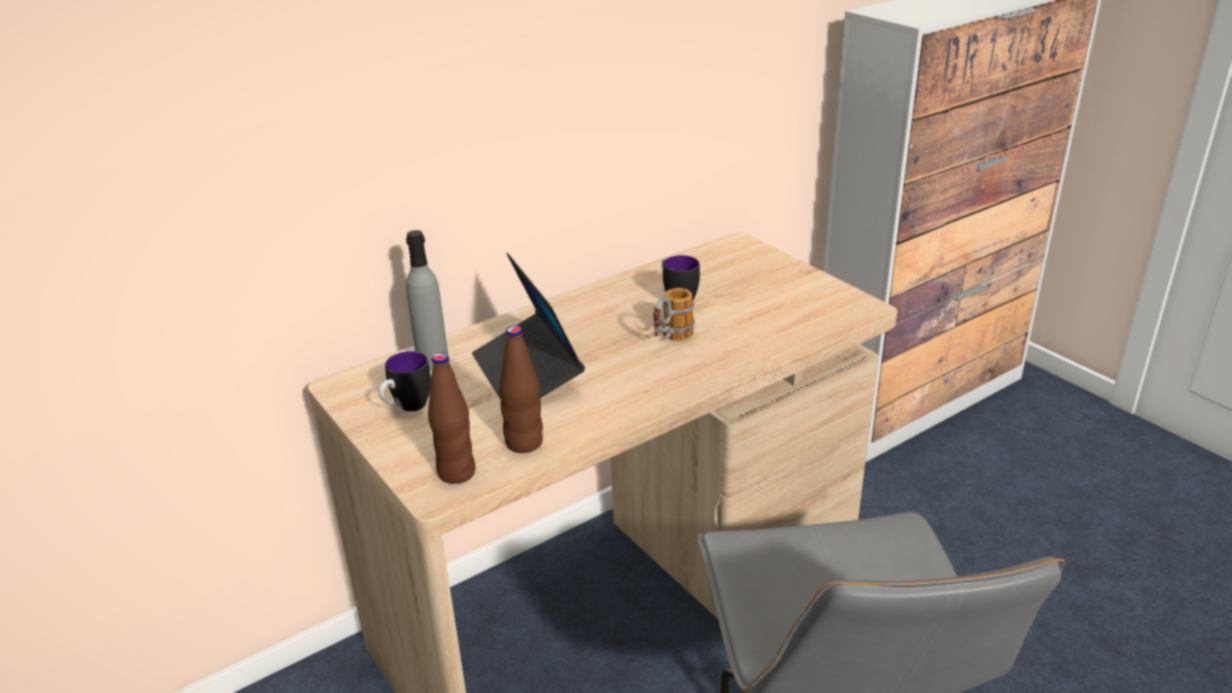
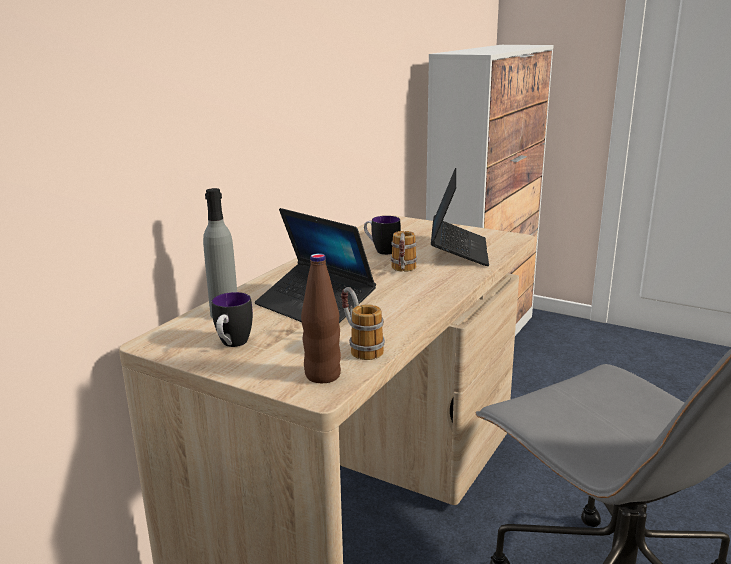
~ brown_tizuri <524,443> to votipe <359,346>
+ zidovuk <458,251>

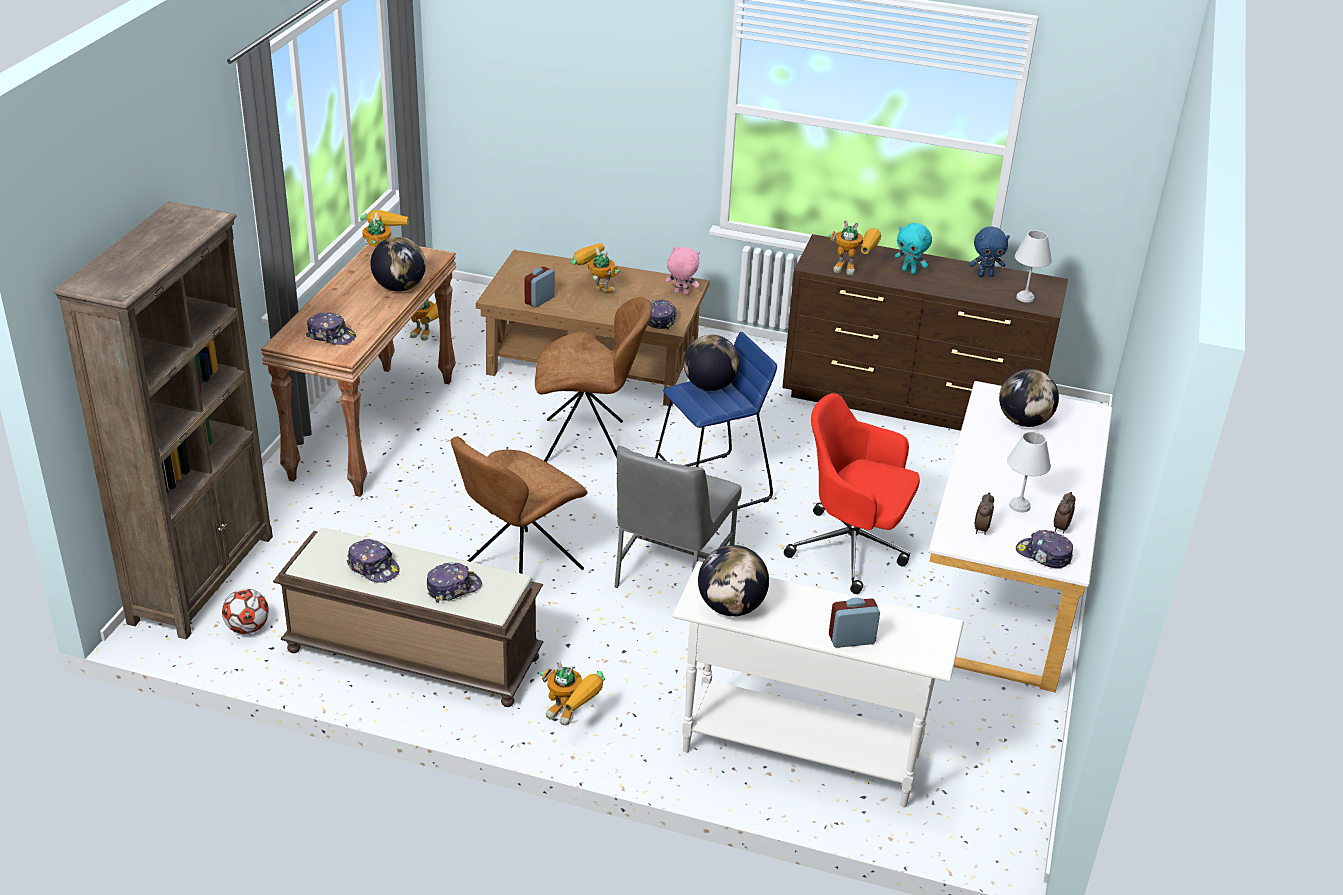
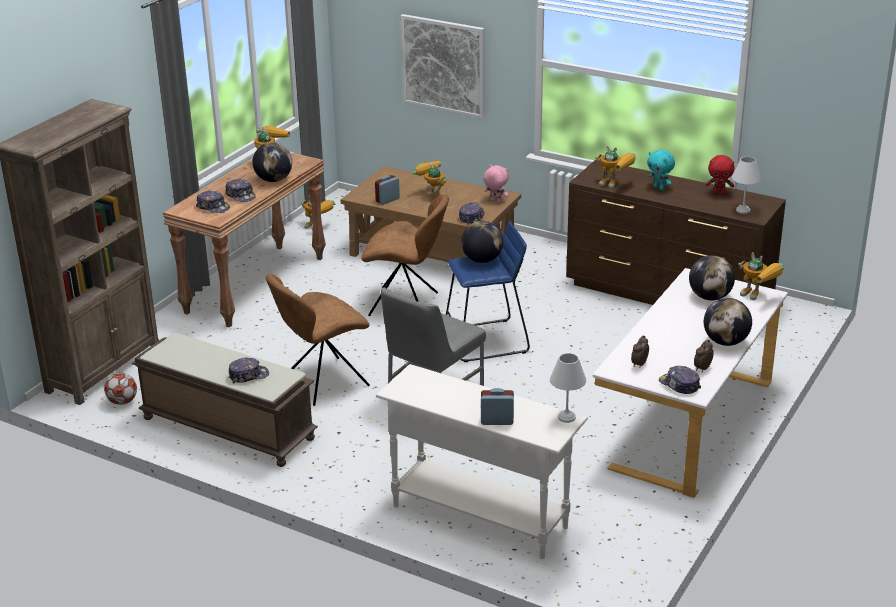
~ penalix <373,567> to <240,195>
+ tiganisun <443,65>
~ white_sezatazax <1020,505> to <567,417>
~ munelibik <731,607> to <725,342>
~ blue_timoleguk <985,275> to red_timoleguk <719,193>
~ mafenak <572,717> to <758,296>
- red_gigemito <852,550>

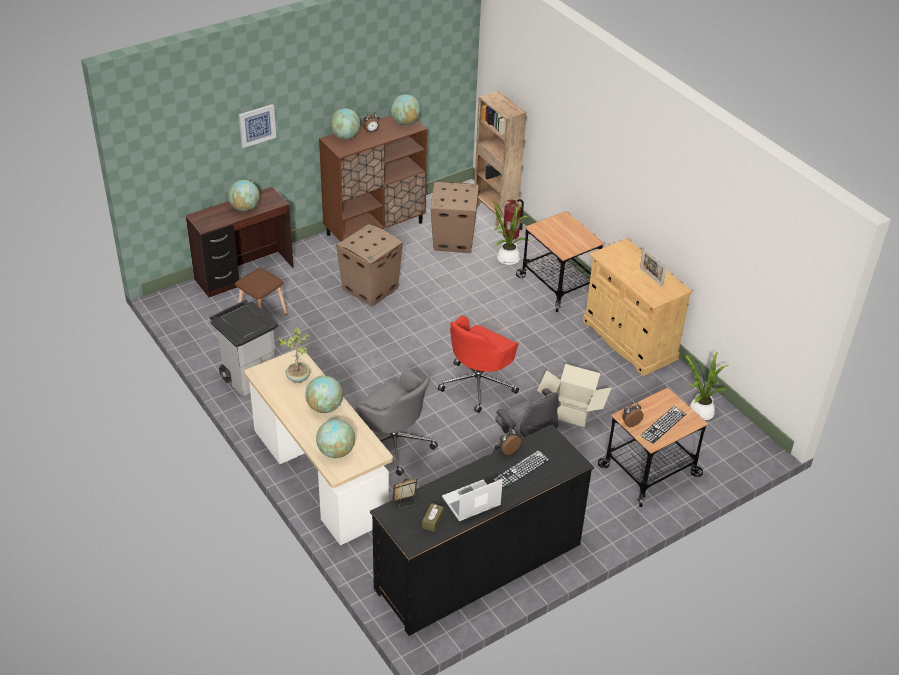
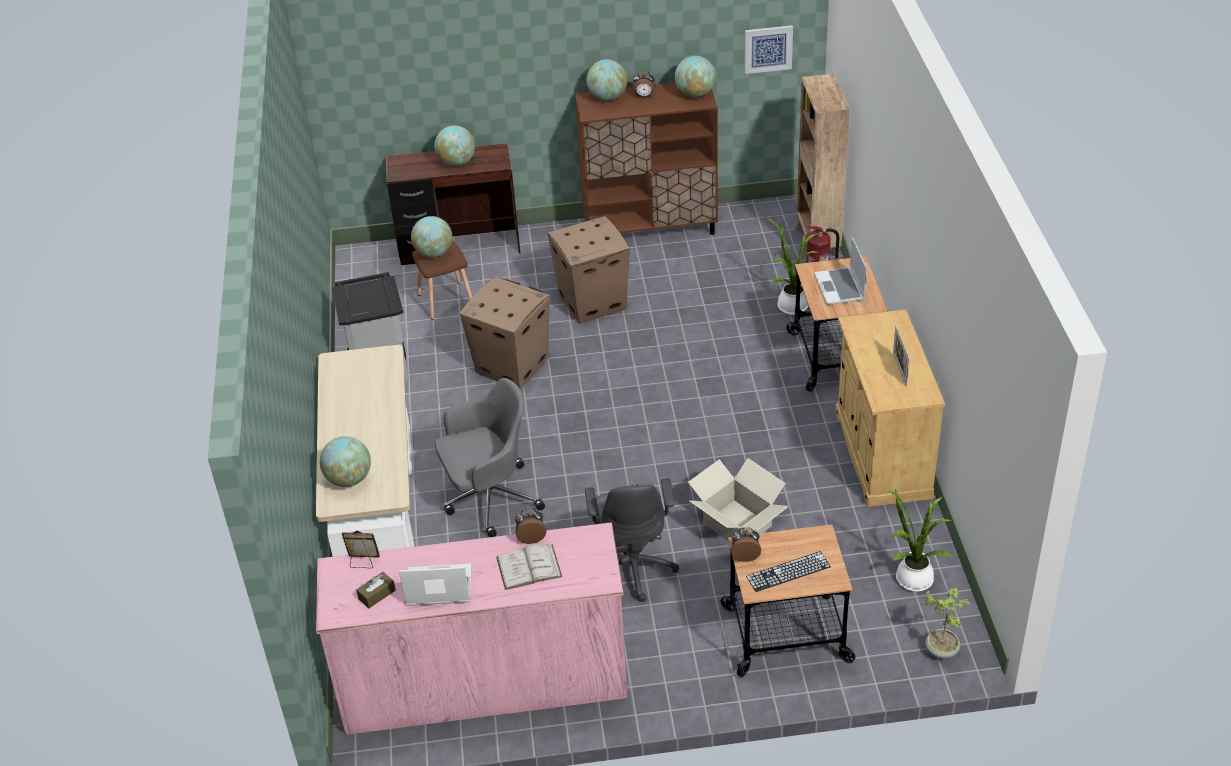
~ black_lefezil <478,566> to pink_lefezil <484,681>
~ munelibik <325,407> to <434,253>
~ grey_gigemito <394,443> = <489,498> 90 degrees counterclockwise
~ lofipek <452,240> to <511,365>
~ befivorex <521,469> to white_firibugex <529,567>
~ tiganisun <257,125> to <768,49>
+ zidovuk <840,288>
~ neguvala <298,377> to <942,650>
- red_gigemito <478,384>

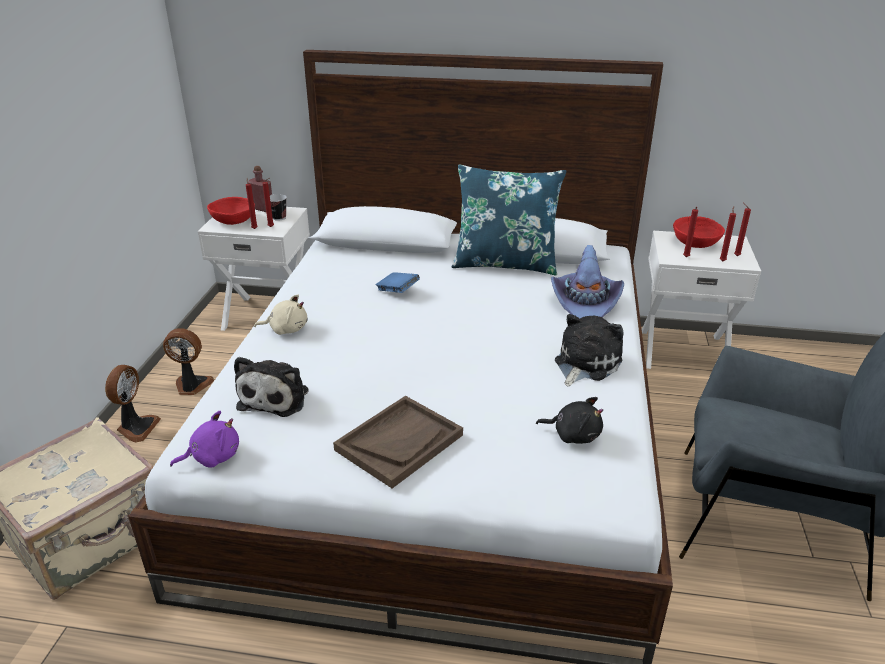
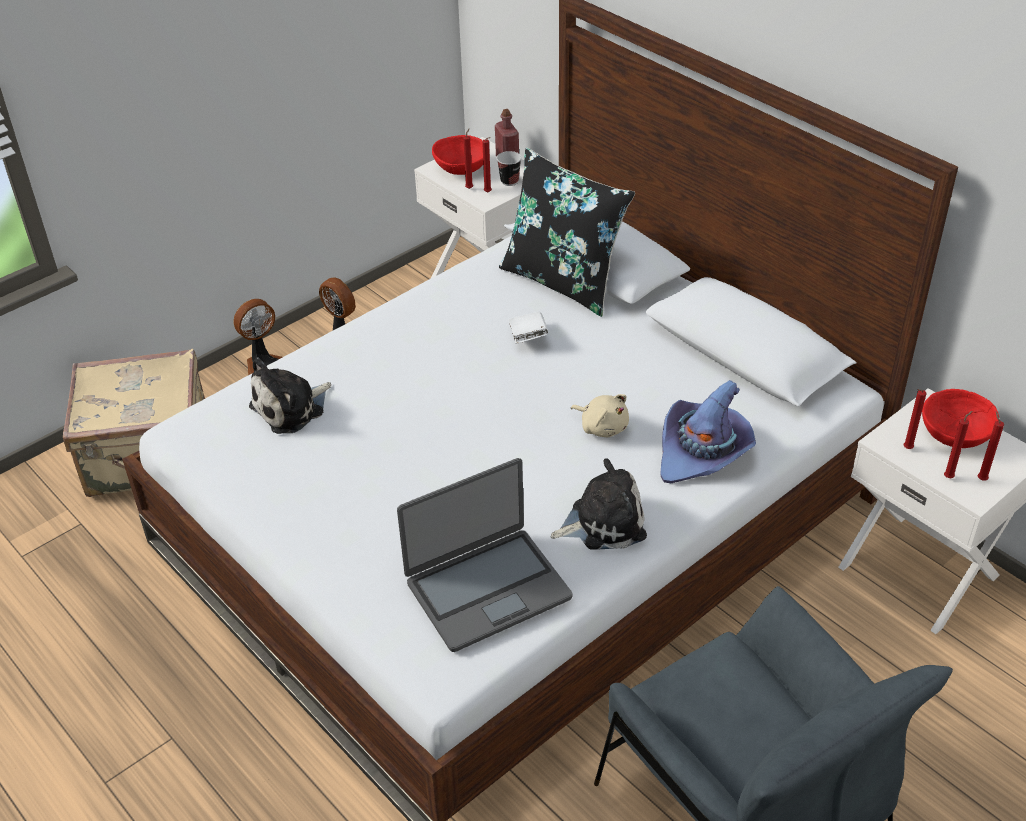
~ black_timoleguk <573,434> to zidovuk <487,589>
+ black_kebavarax <563,281>
~ blue_firibugex <397,291> to white_firibugex <528,337>
~ beige_timoleguk <286,329> to <602,427>
- purple_timoleguk <212,457>
- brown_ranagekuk <399,442>
- blue_kebavarax <505,263>

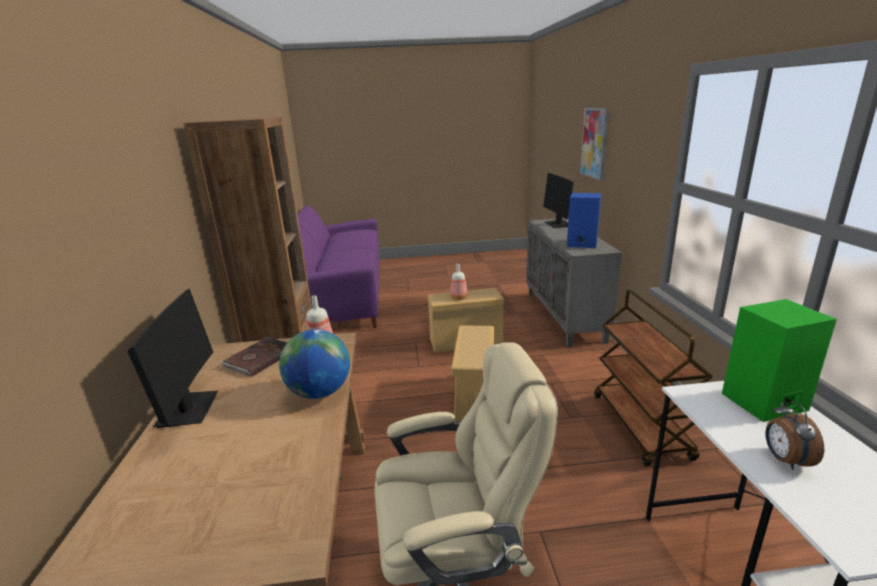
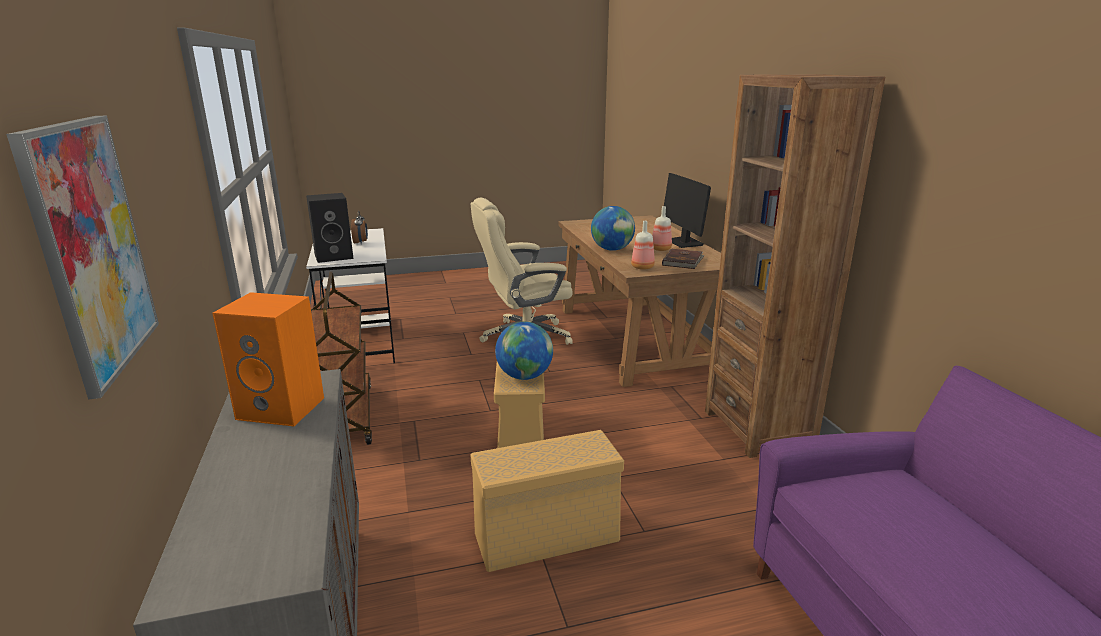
~ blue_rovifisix <581,244> to orange_rovifisix <283,408>
~ green_rovifisix <763,403> to black_rovifisix <334,256>
+ munelibik <524,376>
~ tizuri <459,297> to <660,249>
- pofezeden <558,224>

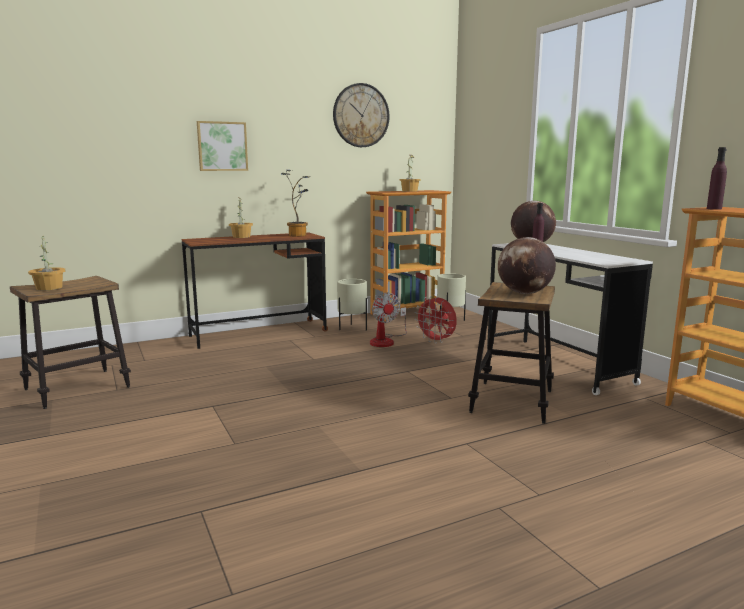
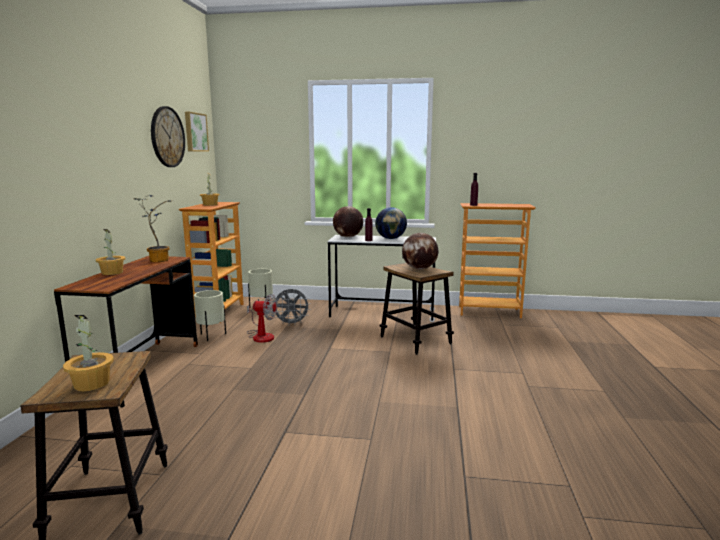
~ tiganisun <222,146> to <195,132>
~ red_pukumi <436,341> to grey_pukumi <292,323>
+ munelibik <390,238>

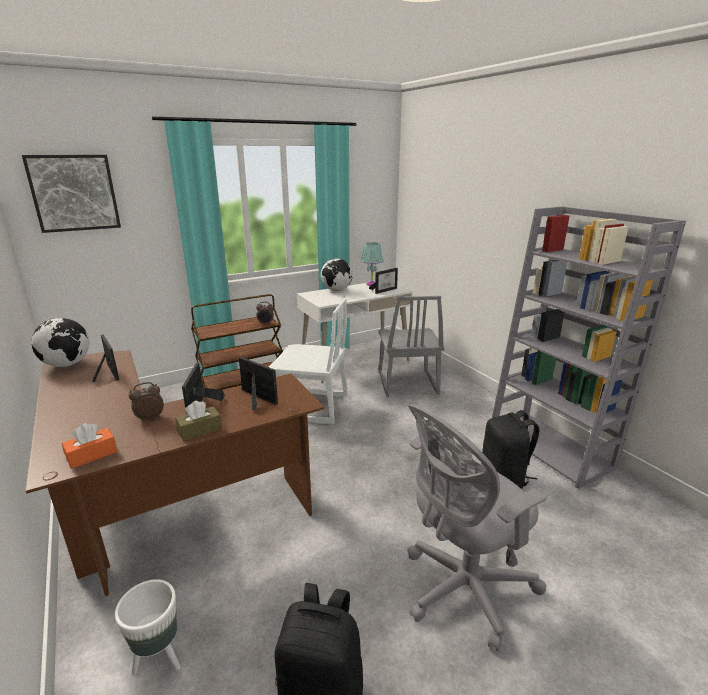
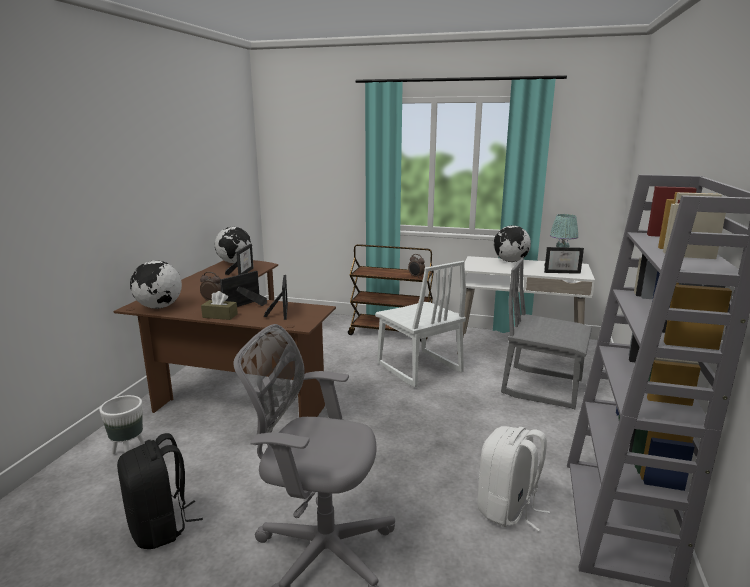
~ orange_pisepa <92,455> to munelibik <159,307>
~ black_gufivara <505,476> to white_gufivara <508,509>
~ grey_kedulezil <406,384> = <542,387> 75 degrees clockwise
- tiganisun <74,193>

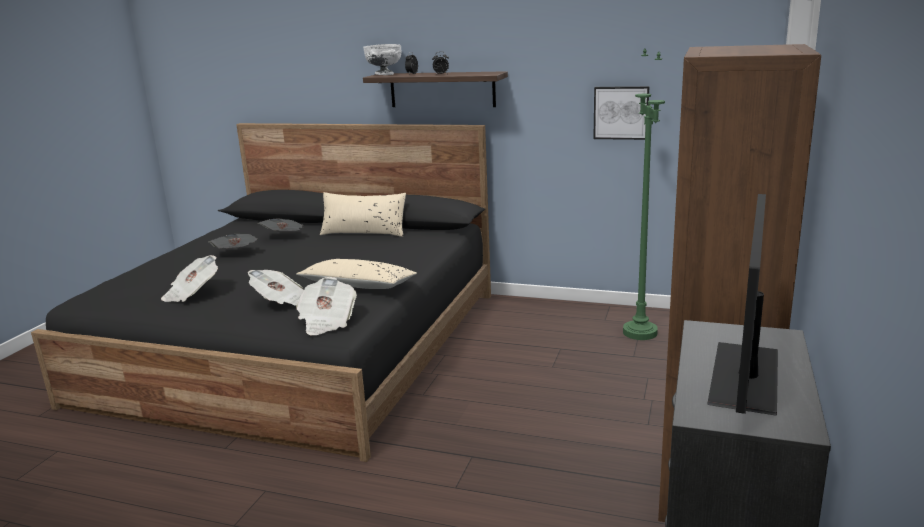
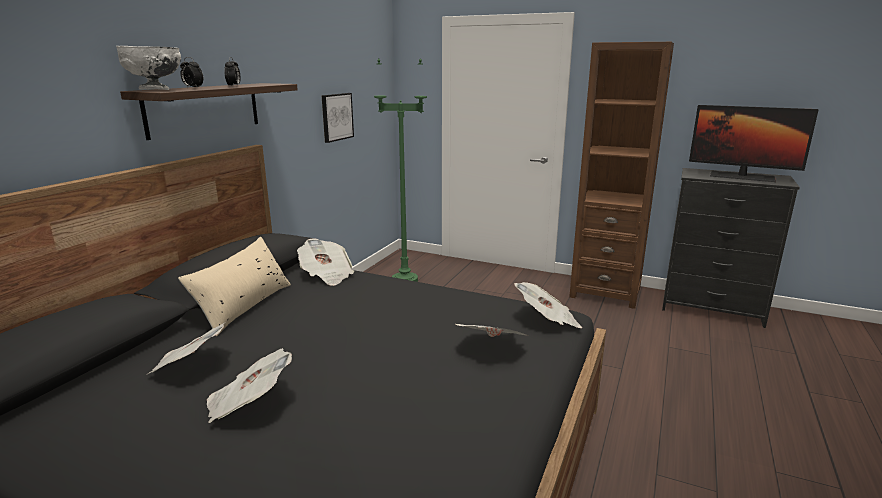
~ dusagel <192,294> to <326,275>
- beige_kebavarax <358,286>

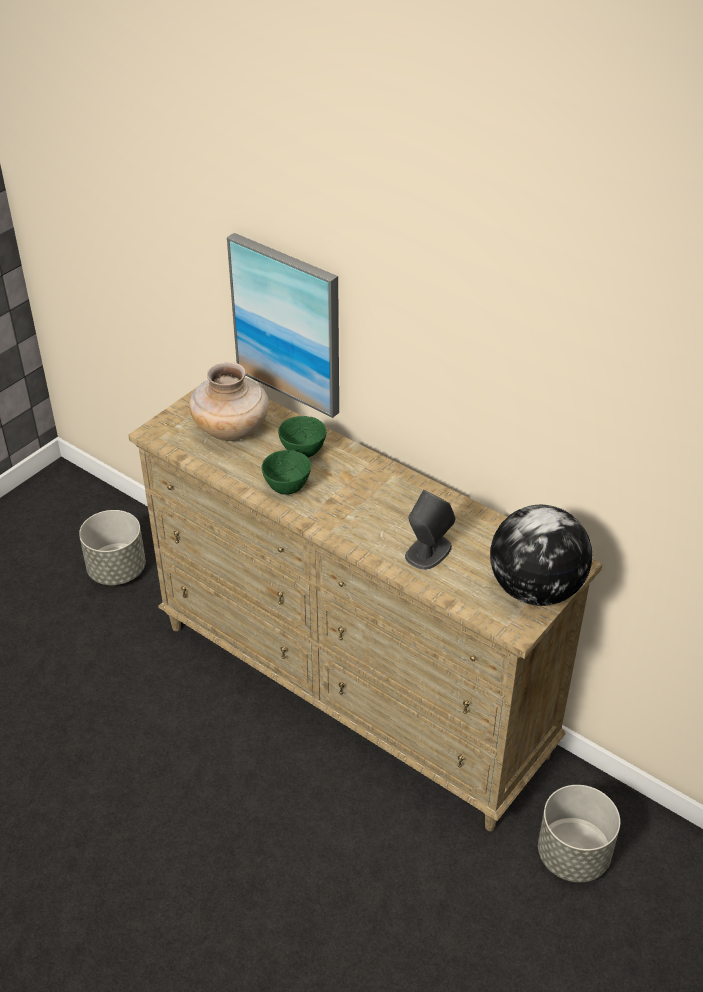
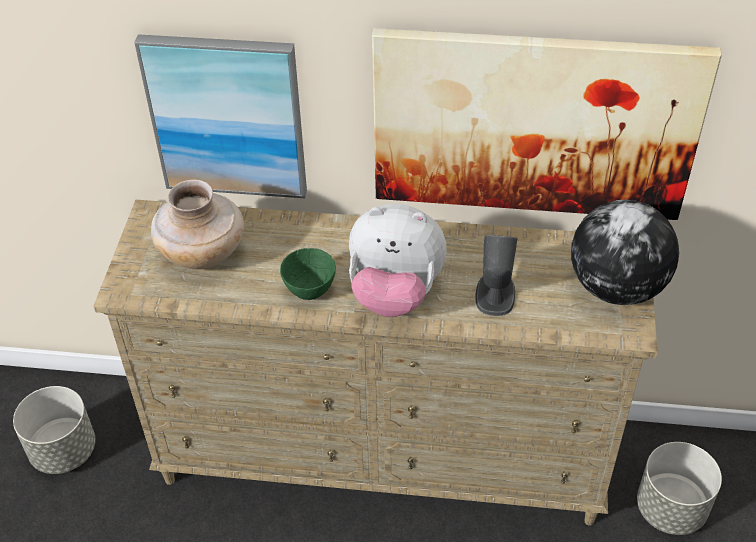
+ timoleguk <395,294>
+ tiganisun <534,125>
- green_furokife <302,453>

